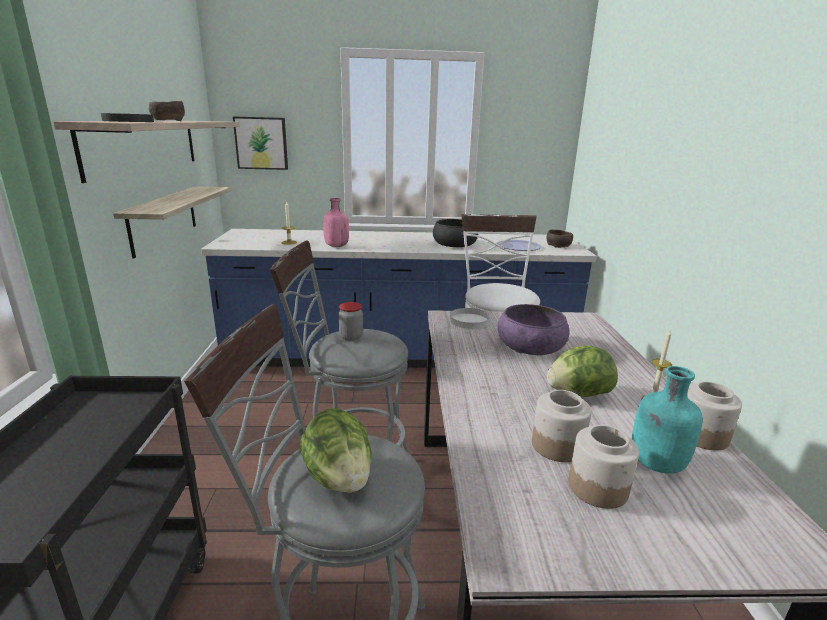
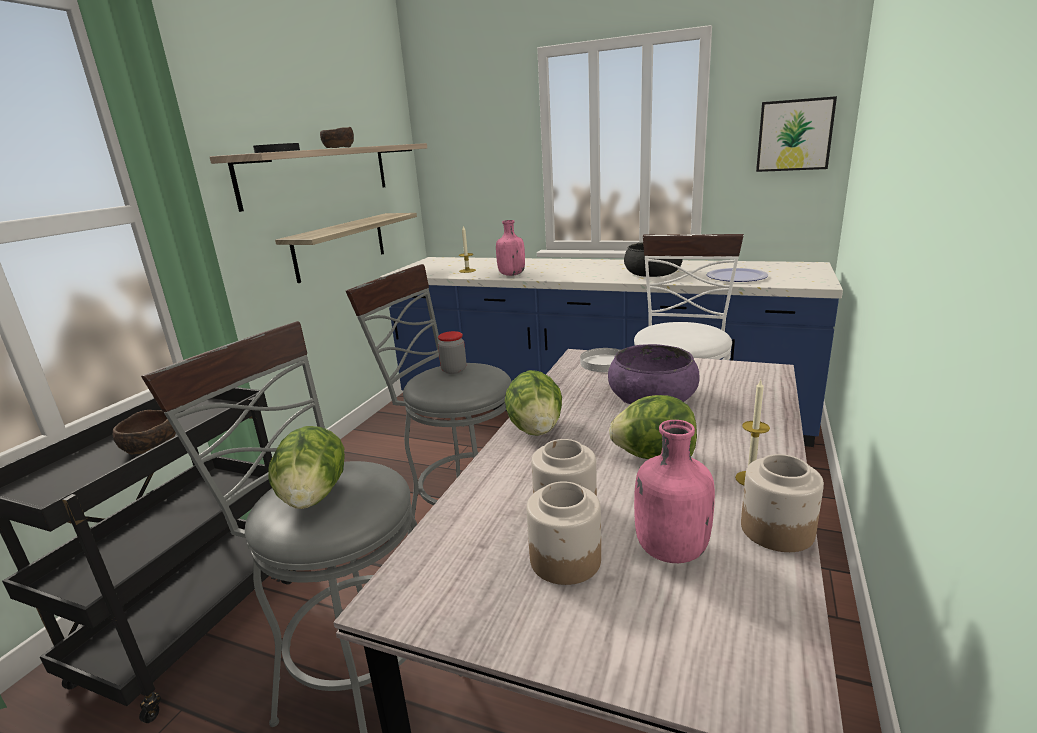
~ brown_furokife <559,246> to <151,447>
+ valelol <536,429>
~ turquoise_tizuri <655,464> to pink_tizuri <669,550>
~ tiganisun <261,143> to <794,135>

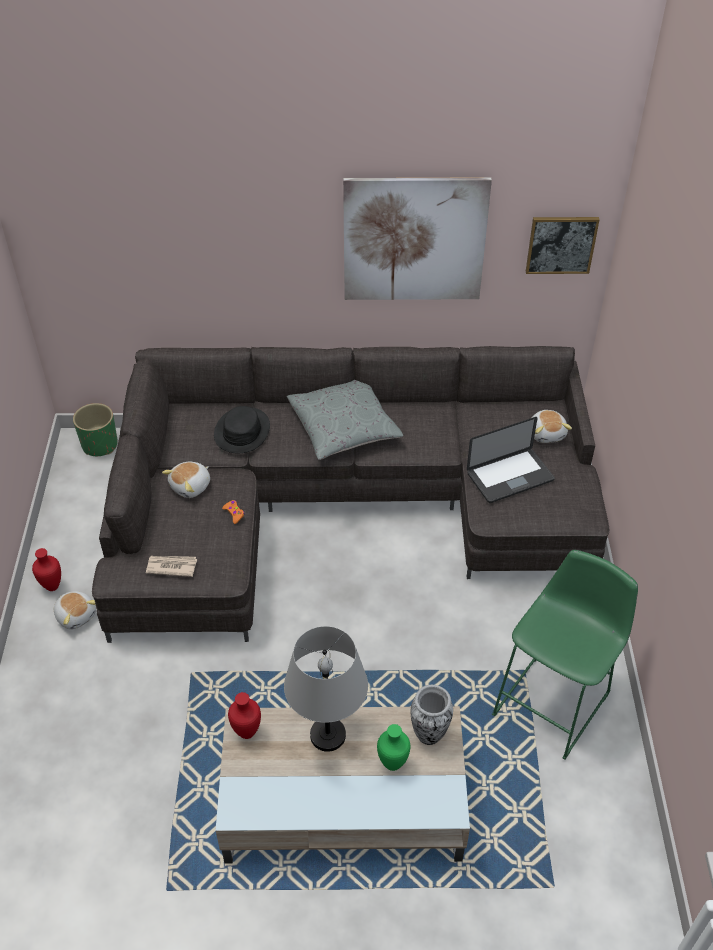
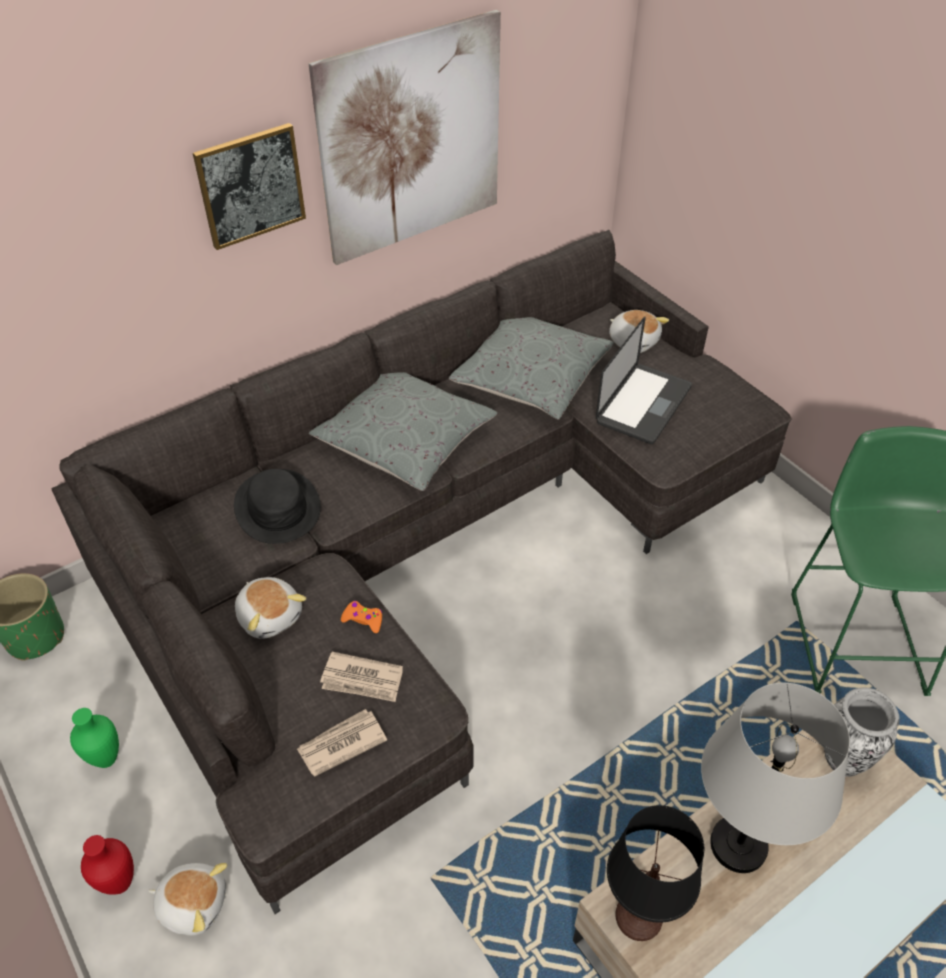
~ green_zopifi <392,763> to <105,758>
~ tiganisun <561,244> to <250,185>
~ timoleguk <191,486> = <270,615> 45 degrees counterclockwise
+ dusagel <362,680>
+ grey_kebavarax <531,378>
~ red_zopifi <246,732> to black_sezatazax <638,917>

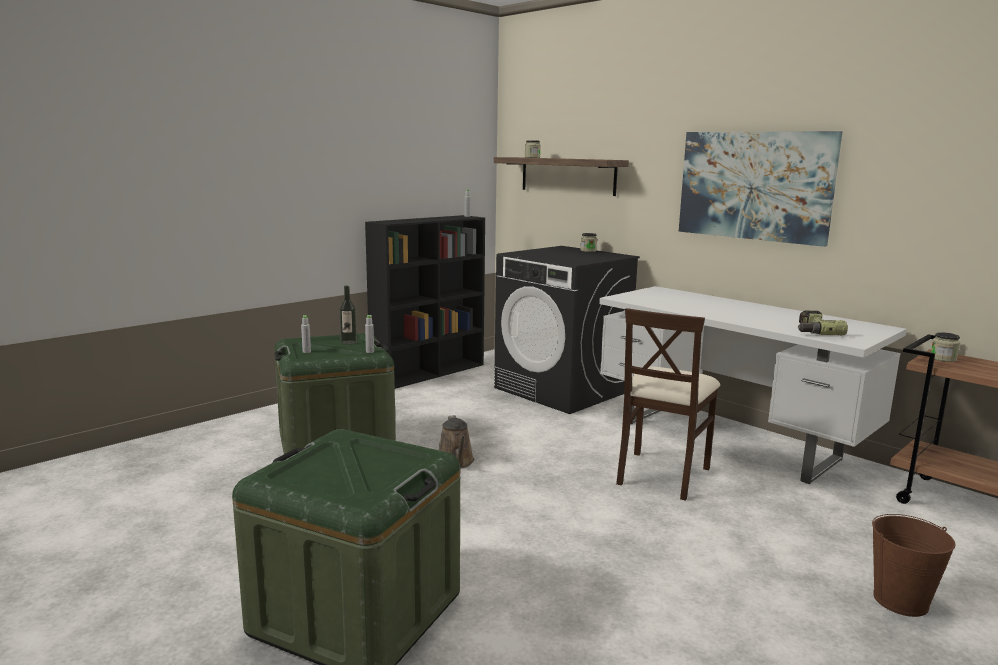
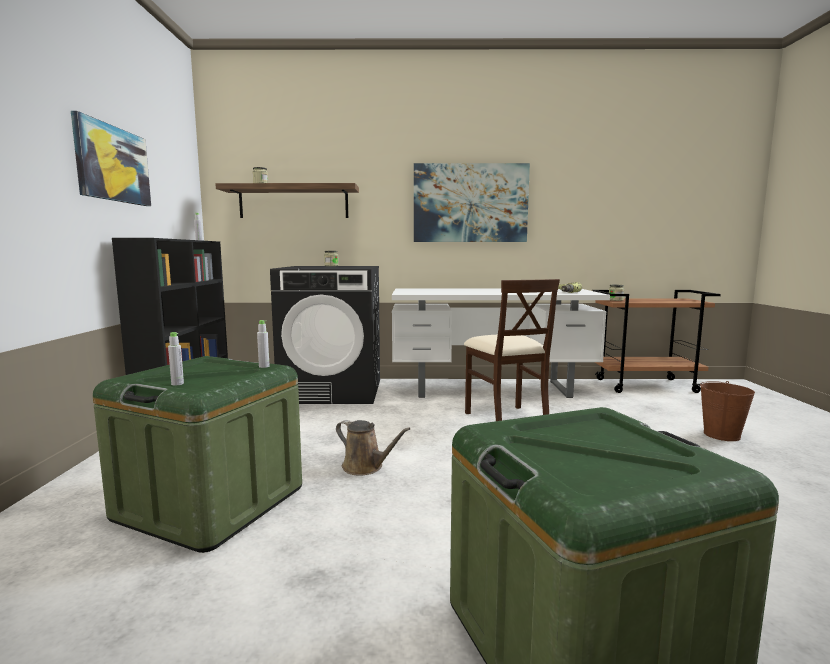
+ tiganisun <113,164>
- tizuri <348,342>

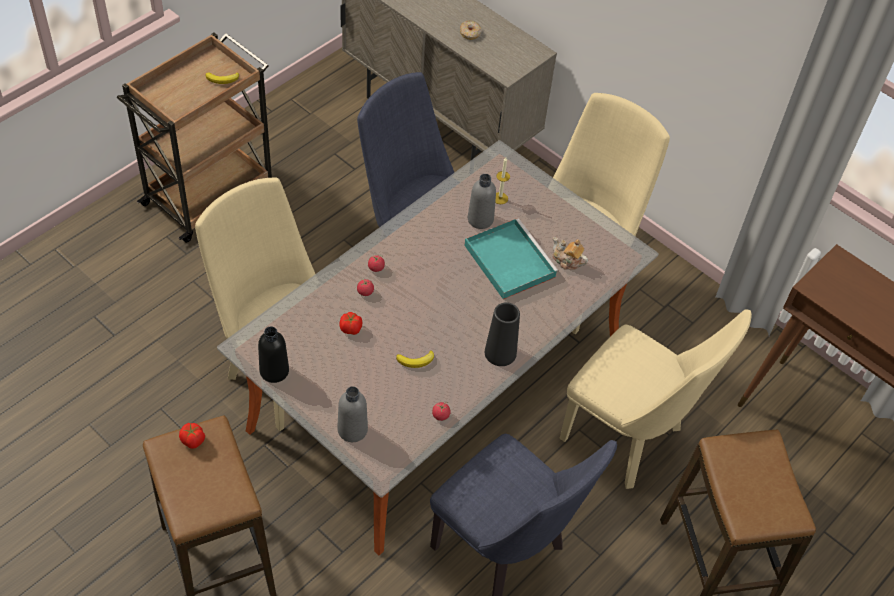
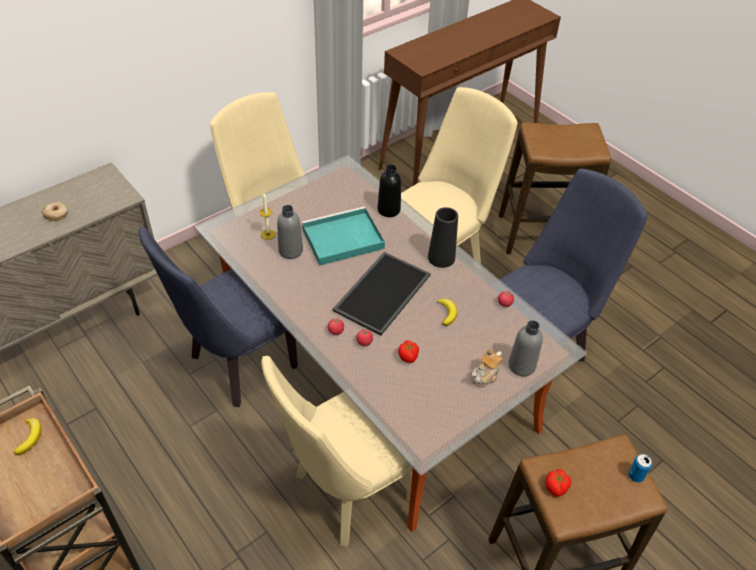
+ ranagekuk <381,291>
~ black_tizuri <274,371> to <388,209>
~ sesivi <567,261> to <485,375>
+ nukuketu <635,475>

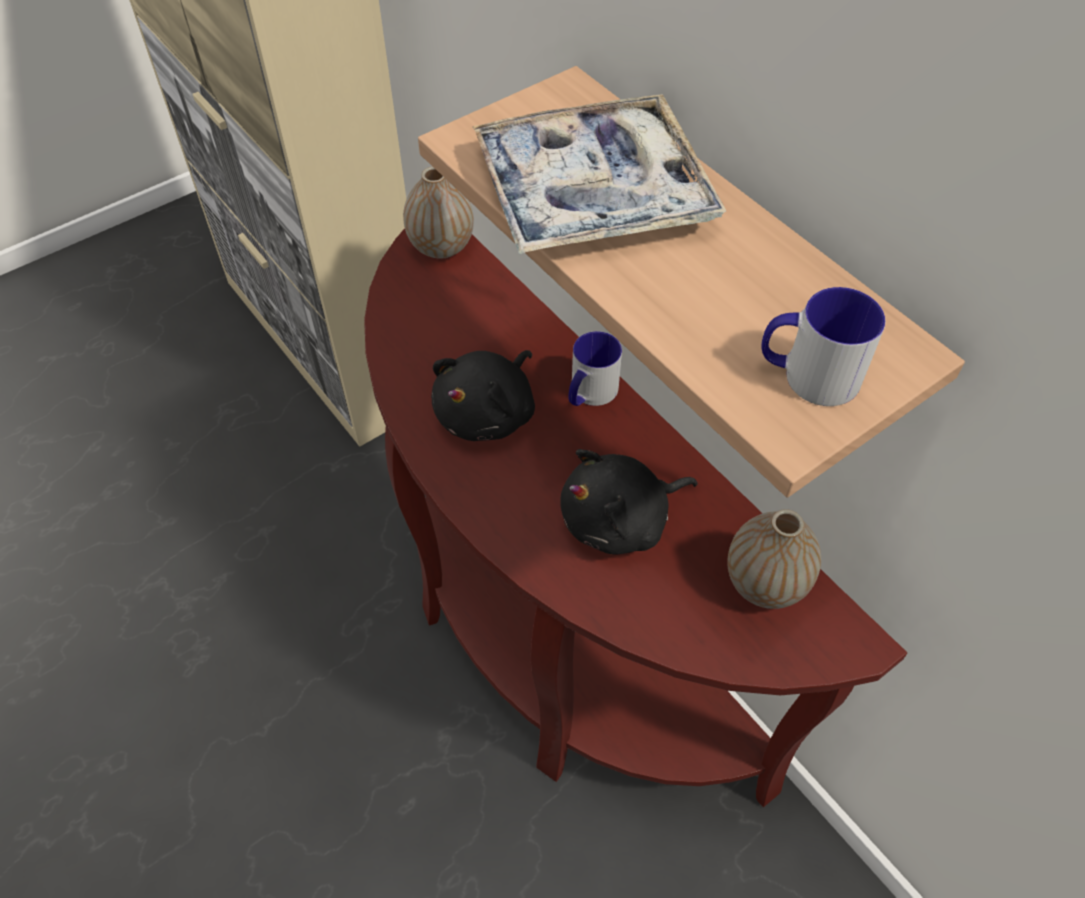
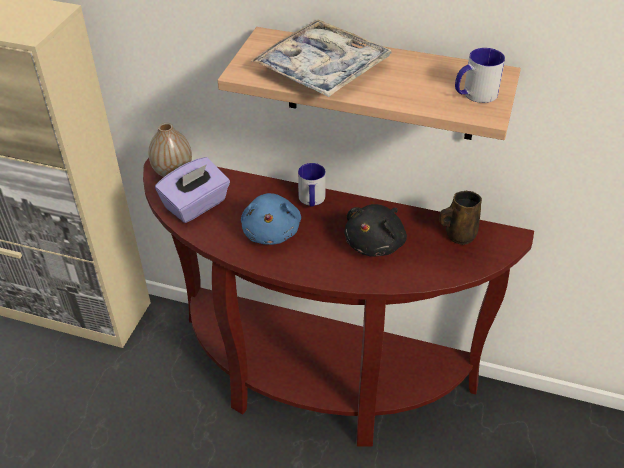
+ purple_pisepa <196,205>
~ black_timoleguk <488,413> to blue_timoleguk <271,231>
~ zopifi <765,583> to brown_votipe <458,235>

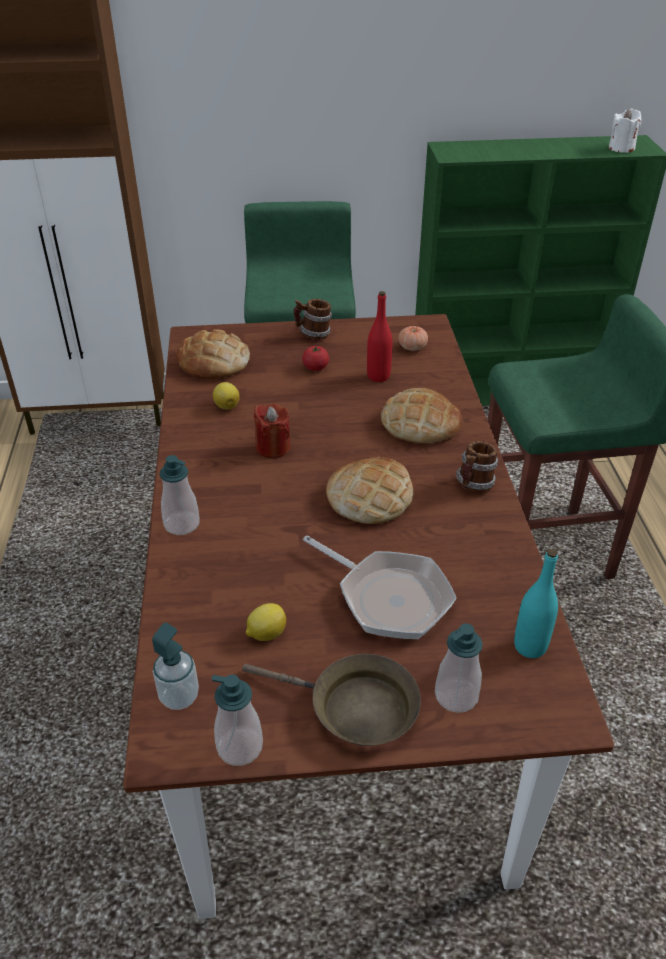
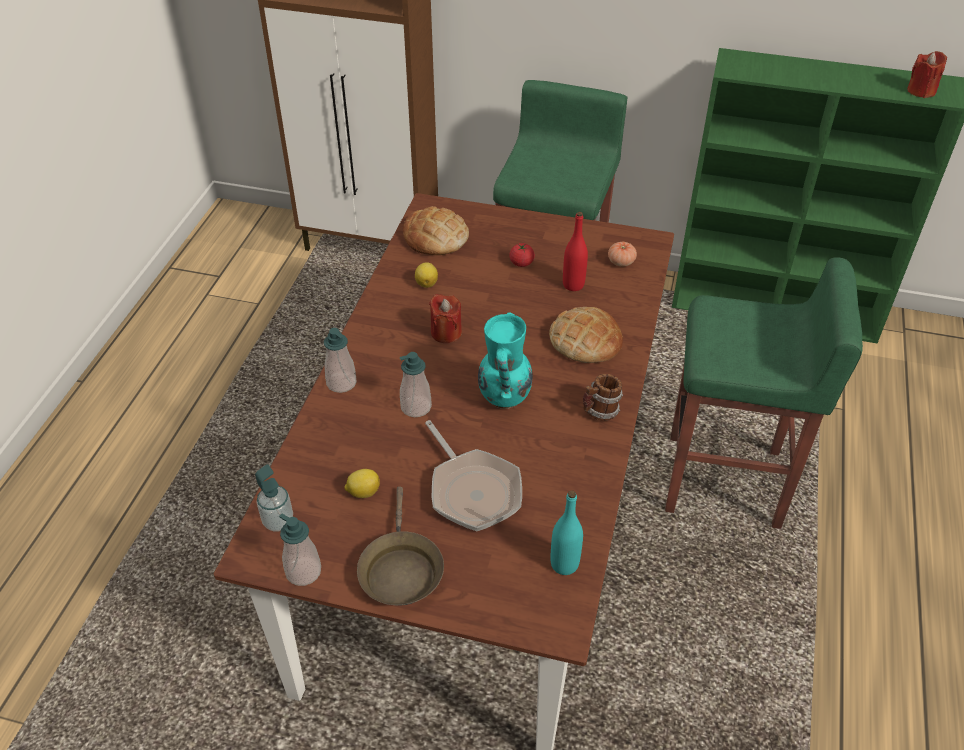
~ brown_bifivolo <355,708> = <400,570> 45 degrees clockwise
~ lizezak <456,695> to <416,407>
~ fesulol <370,497> to turquoise_zopifi <504,399>
~ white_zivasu <621,148> to red_zivasu <921,91>
- votipe <313,335>

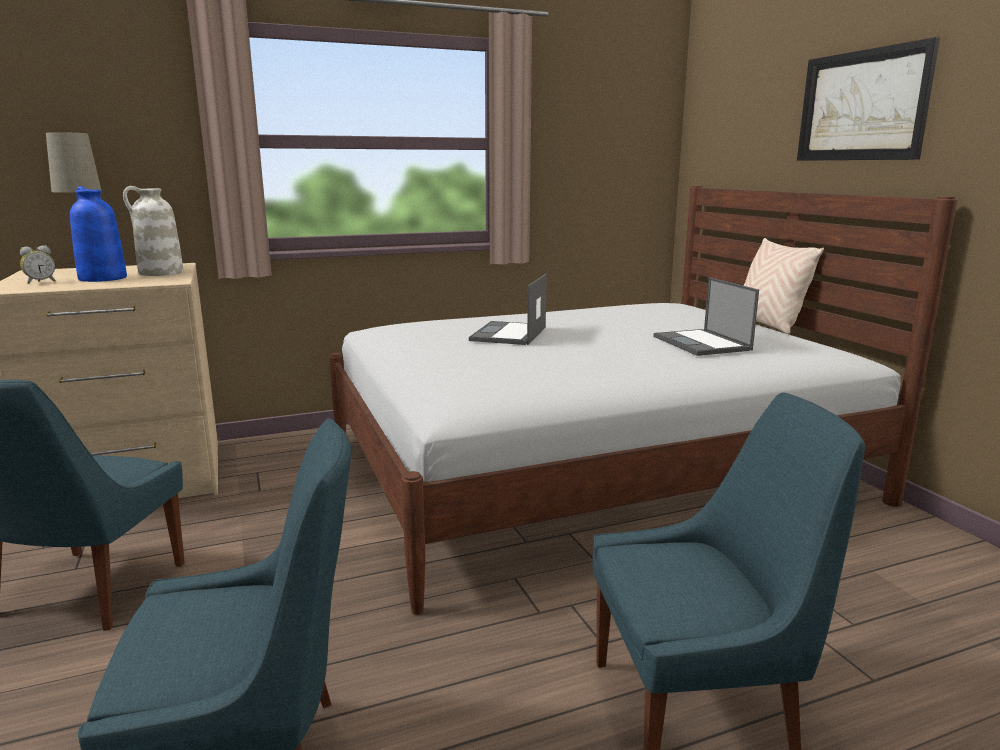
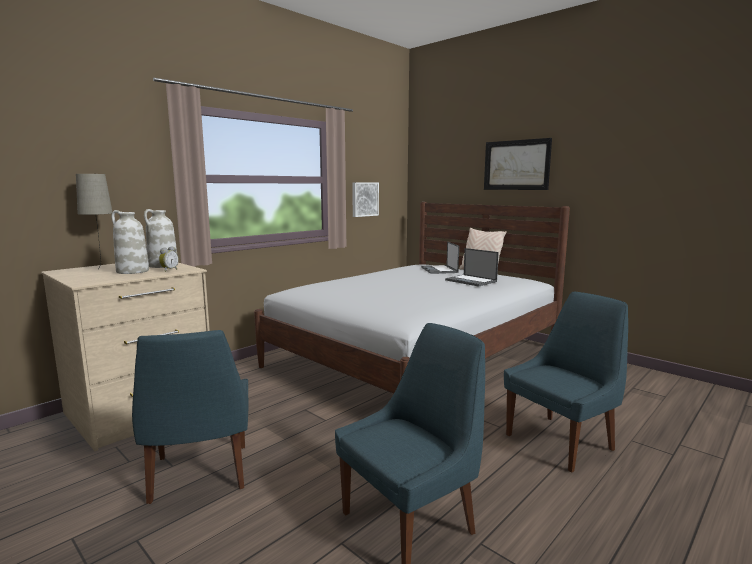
~ blue_zopifi <102,278> to white_zopifi <132,271>
~ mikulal <40,282> to <168,270>
+ tiganisun <364,199>
~ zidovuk <509,334> to <439,270>

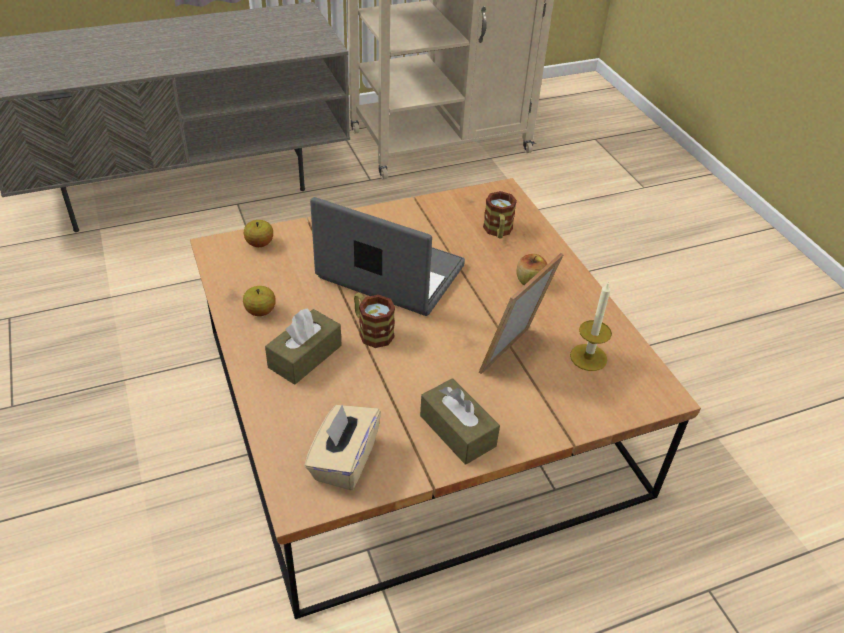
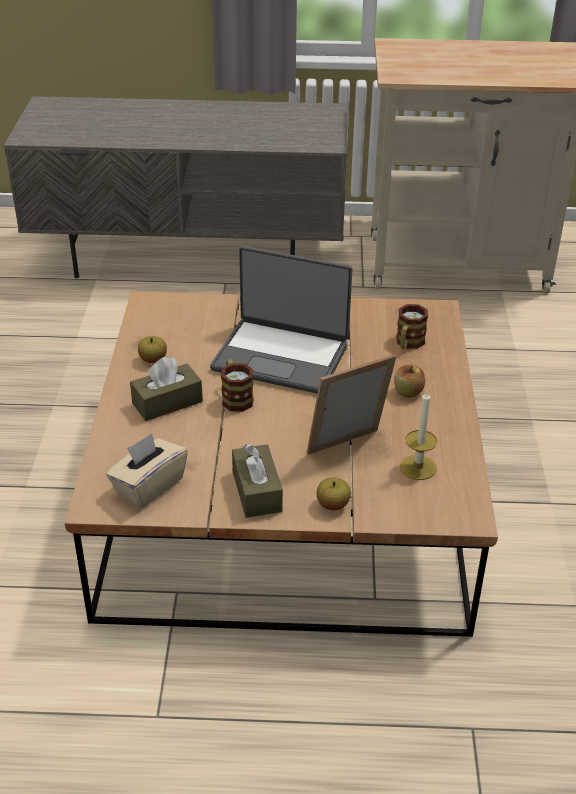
~ zidovuk <389,274> = <281,356> 150 degrees clockwise
~ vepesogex <259,243> to <333,505>

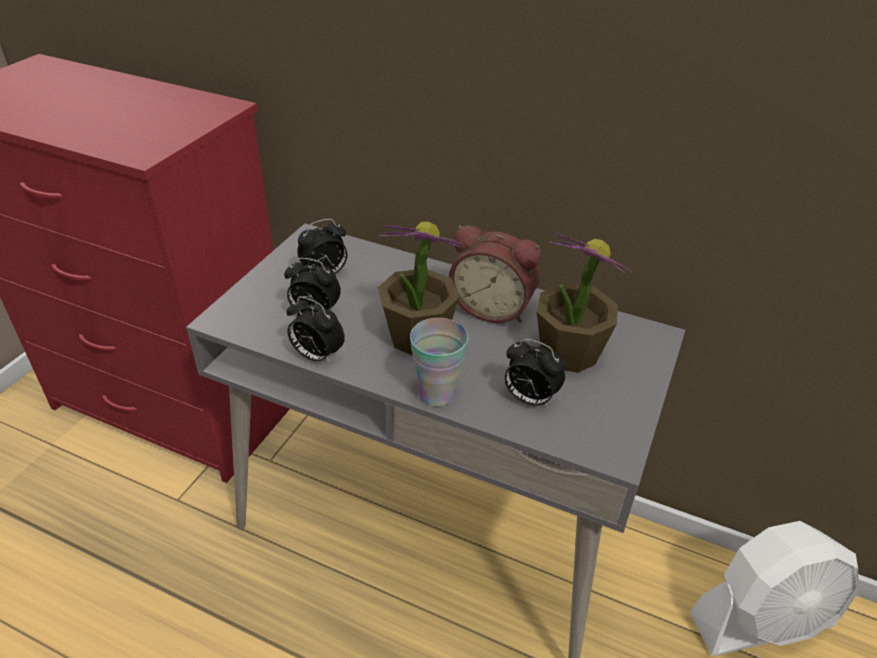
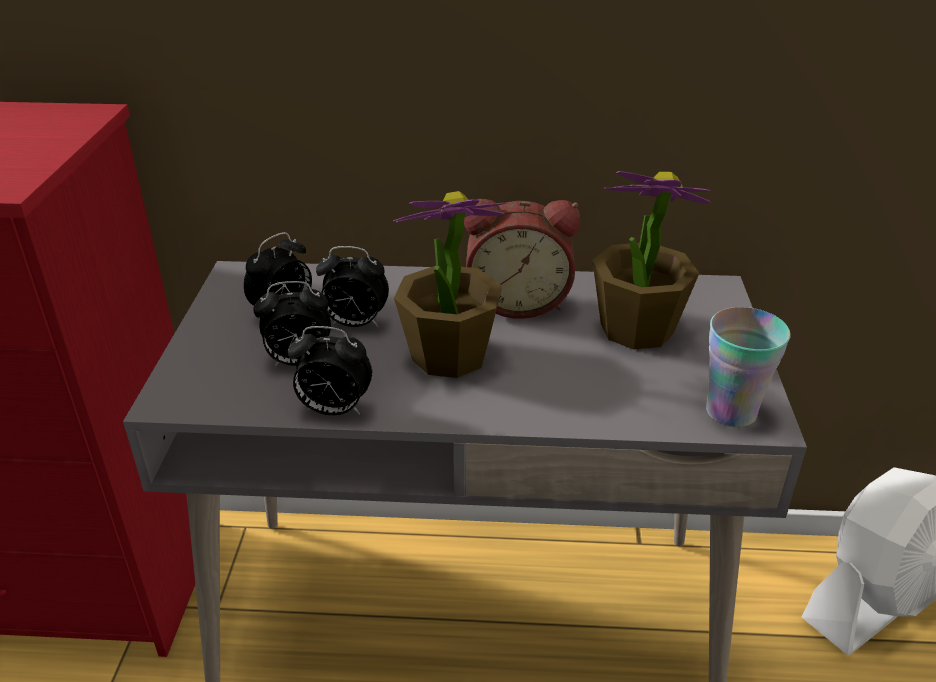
~ mikulal <529,399> to <355,324>
~ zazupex <437,394> to <731,412>

